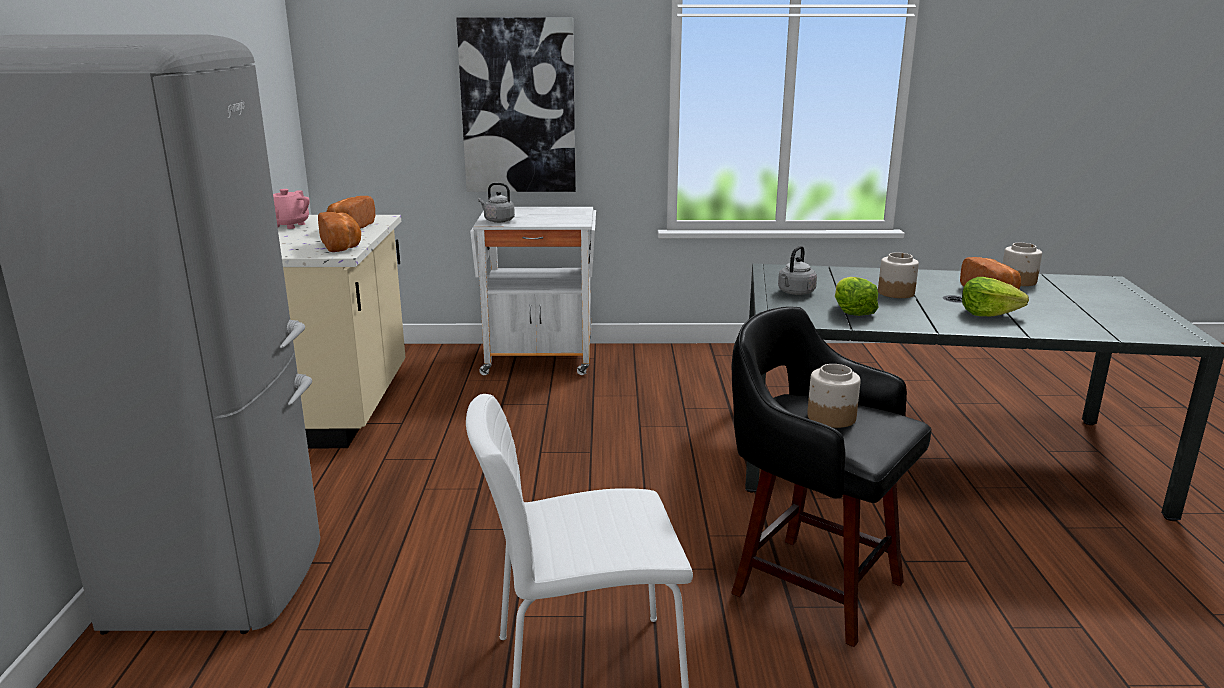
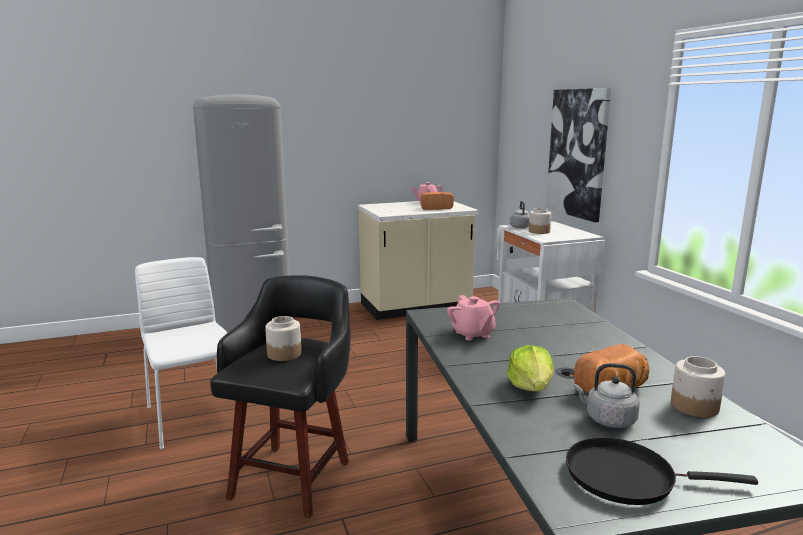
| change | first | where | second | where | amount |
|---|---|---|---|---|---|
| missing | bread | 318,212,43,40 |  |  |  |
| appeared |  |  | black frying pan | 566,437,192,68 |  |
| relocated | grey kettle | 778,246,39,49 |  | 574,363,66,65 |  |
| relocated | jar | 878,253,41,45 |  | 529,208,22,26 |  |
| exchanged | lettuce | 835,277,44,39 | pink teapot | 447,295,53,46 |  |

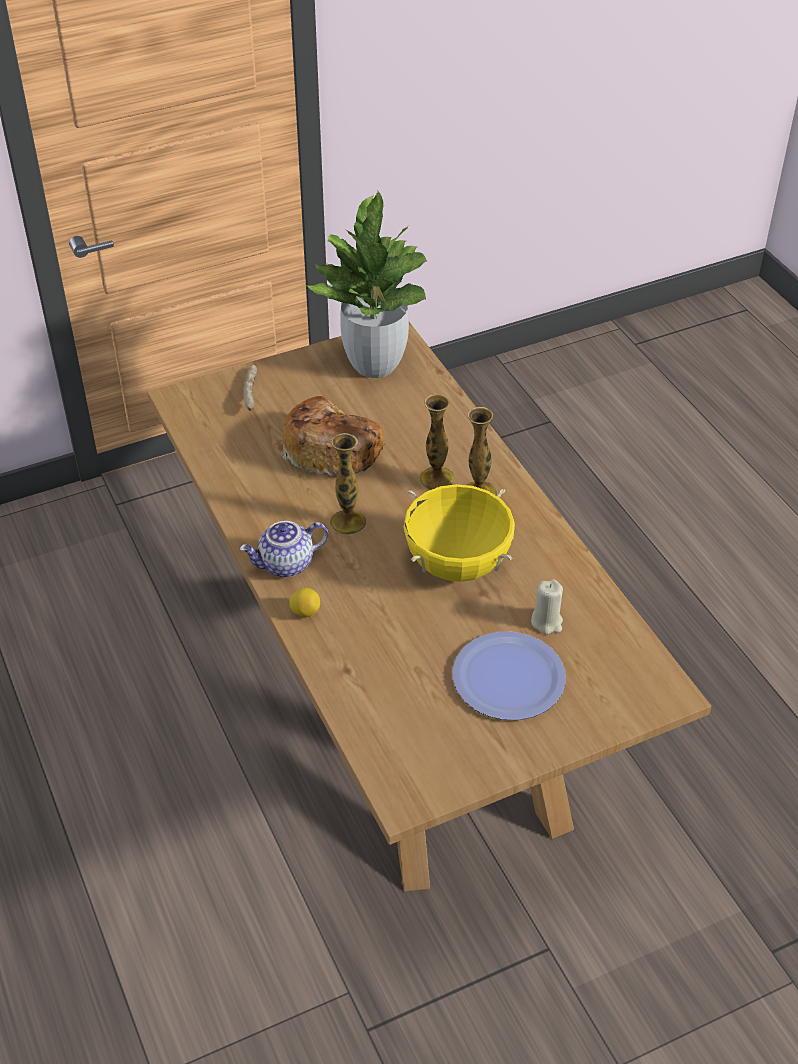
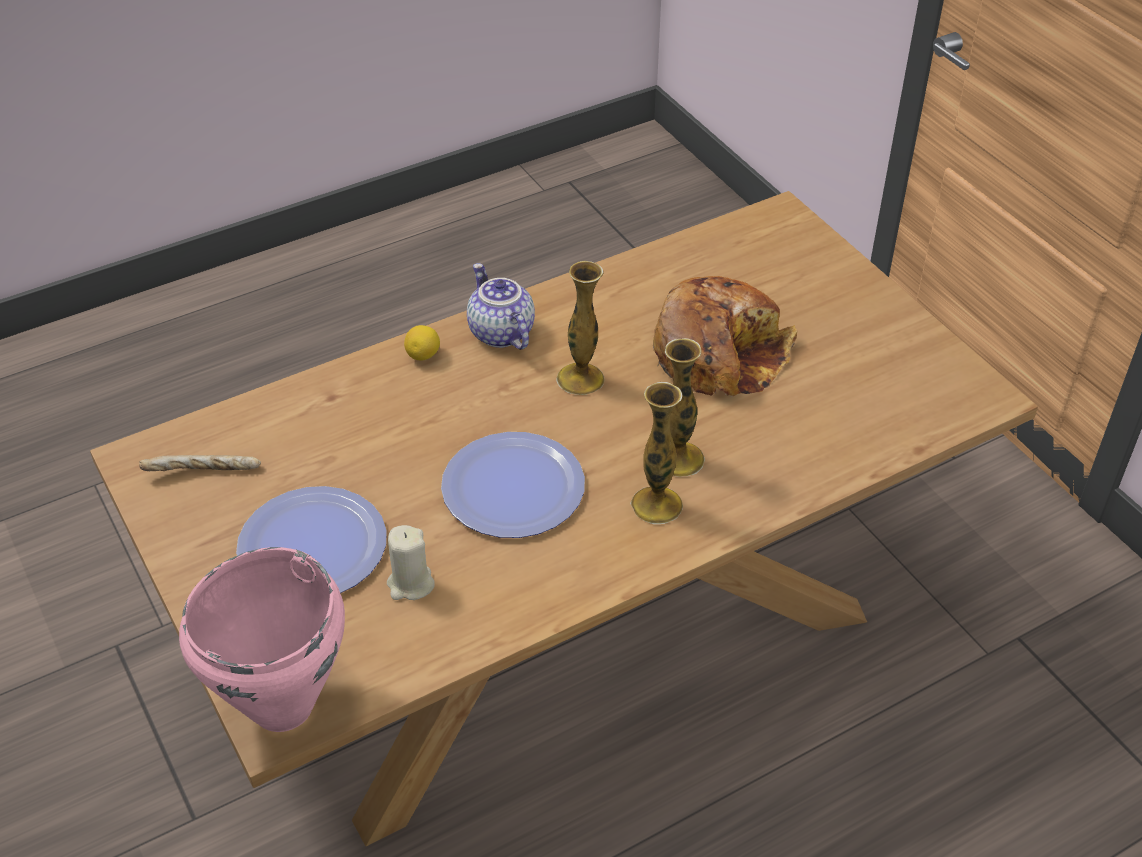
| change | first | where | second | where | amount |
|---|---|---|---|---|---|
| missing | potted plant | 306,190,121,188 |  |  |  |
| appeared |  |  | pink cooking pot | 179,547,166,185 |  |
| relocated | bread | 243,365,14,46 |  | 139,455,122,16 |  |
| exchanged | yellow cooking pot | 403,484,112,98 | plate | 441,432,144,106 |  |

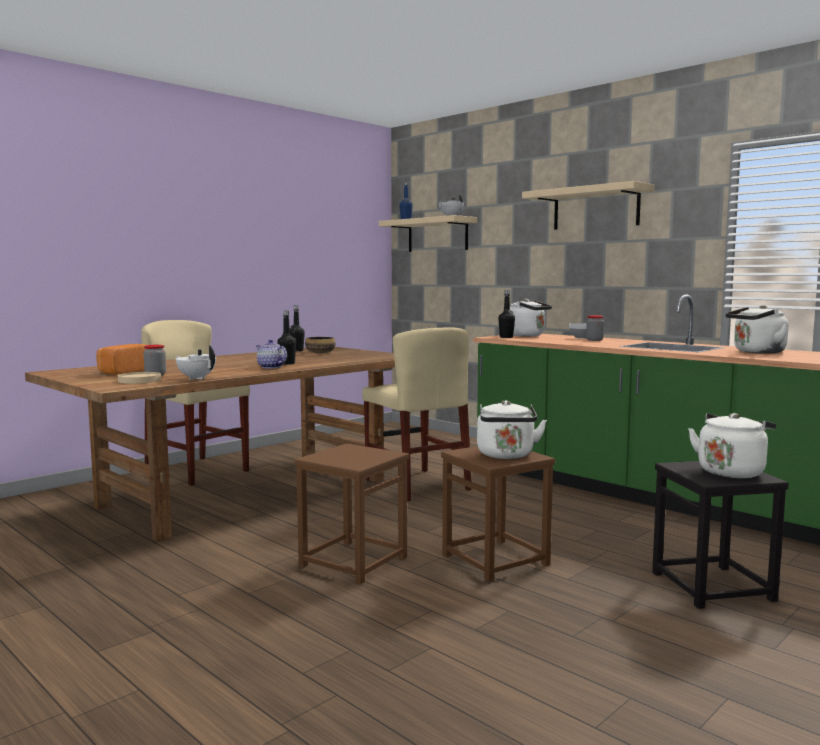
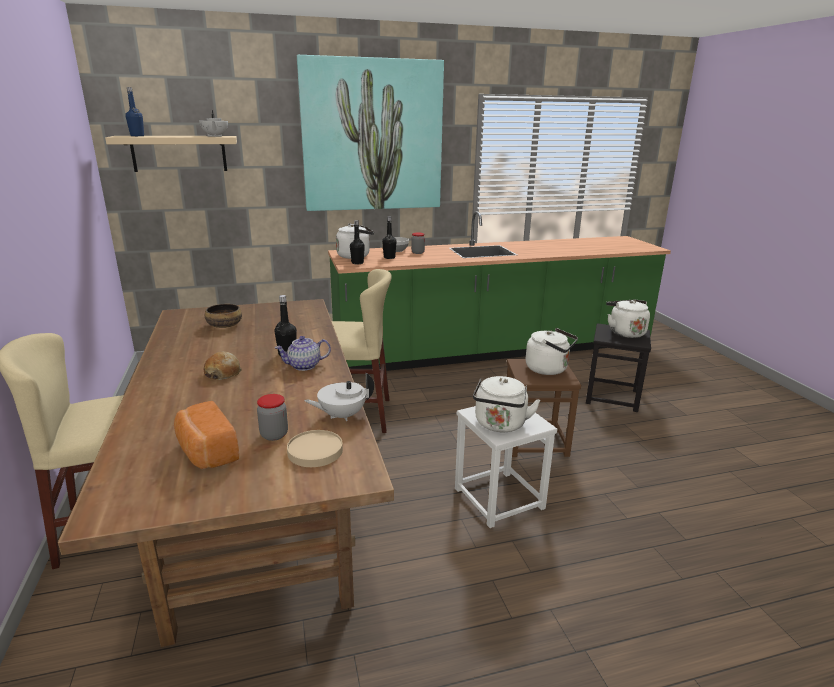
| change | first | where | second | where | amount |
|---|---|---|---|---|---|
| appeared |  |  | bread | 203,351,39,29 |  |
| relocated | black bottle | 290,305,15,46 |  | 382,217,15,42 |  |
| relocated | white kettle | 725,305,64,49 |  | 473,376,67,56 |  |
| exchanged | beige shelf | 522,181,133,49 | picture | 297,55,147,156 |  |
| colour | brown stool | 295,443,114,141 | white stool | 455,406,102,122 |  |

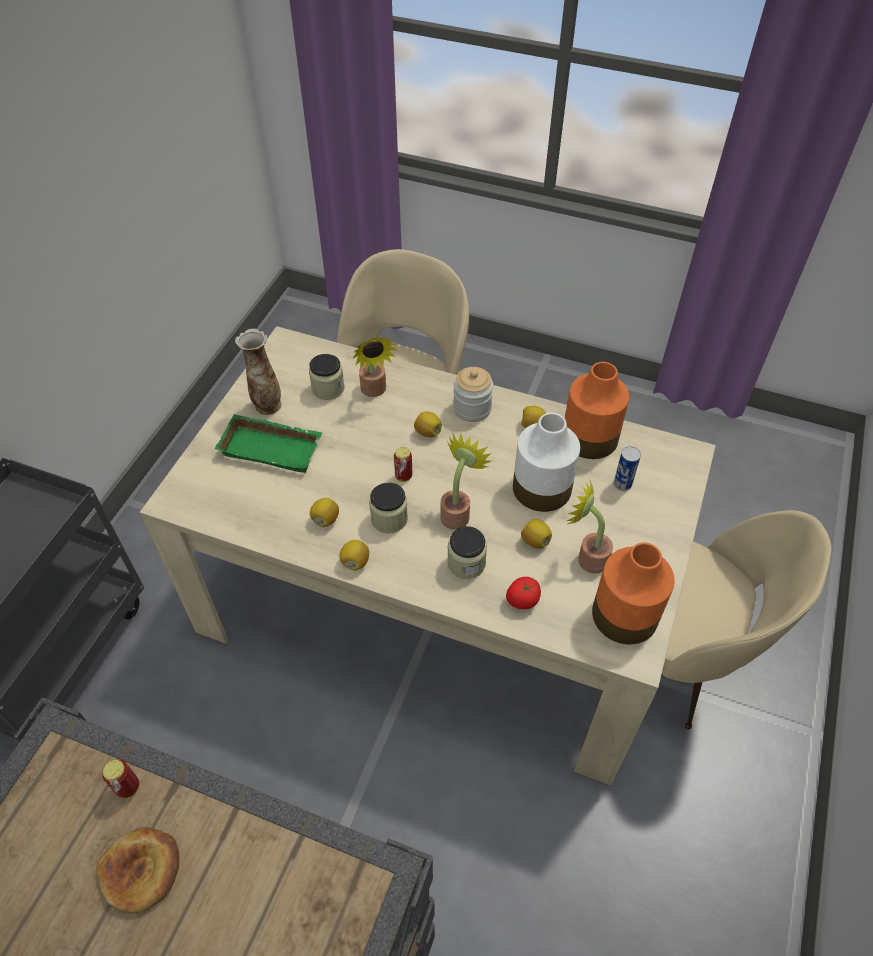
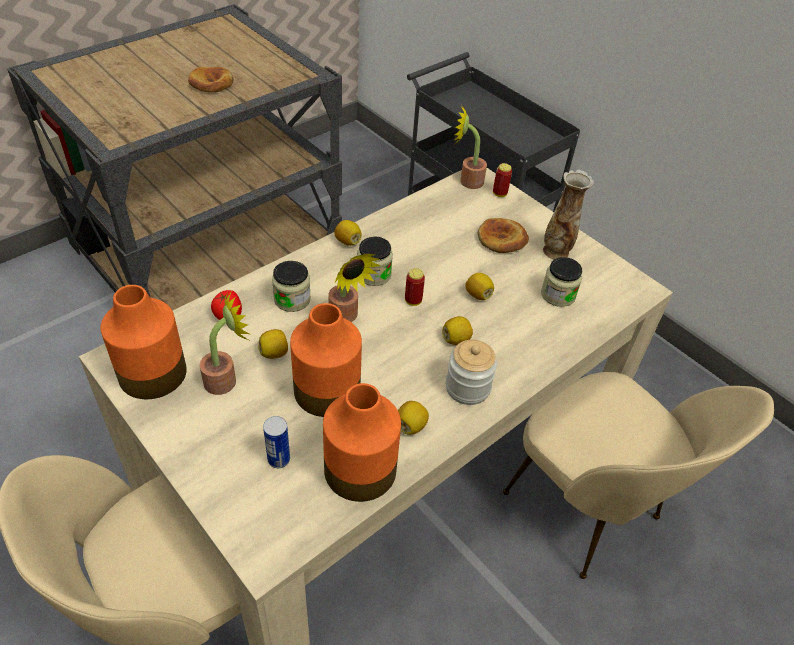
| change | first | where | second | where | amount |
|---|---|---|---|---|---|
| relocated | can | 102,760,38,39 |  | 493,163,19,34 |  |
| relocated | lemon | 310,498,29,29 |  | 465,273,29,27 |  |
| relocated | potted plant | 352,338,46,59 |  | 454,106,33,83 |  |
| exchanged | green tray | 215,414,107,59 | bread | 478,218,51,35 |  |
| colour | white vase | 513,413,67,99 | orange vase | 290,303,72,114 |  |

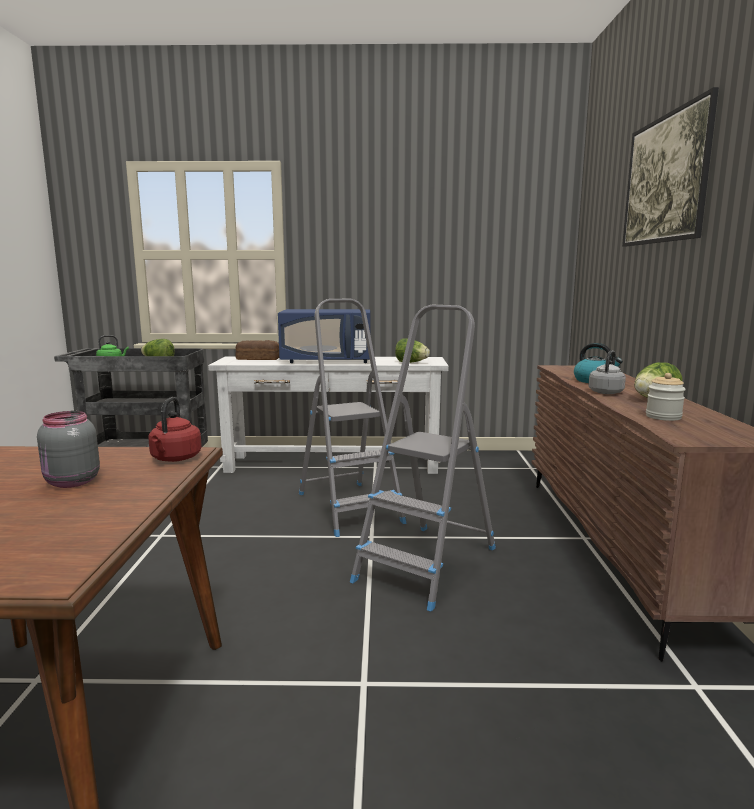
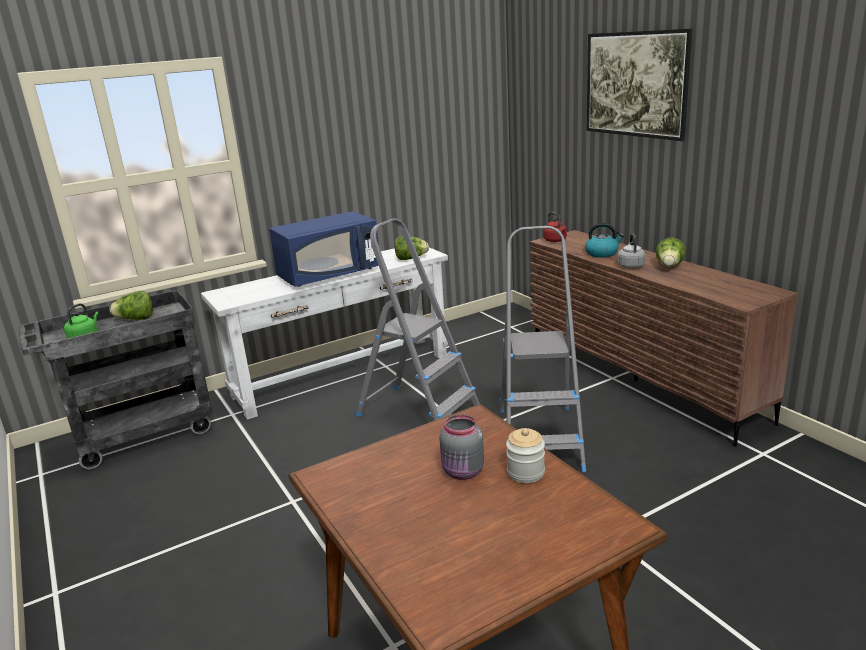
| change | first | where | second | where | amount |
|---|---|---|---|---|---|
| missing | bread | 235,340,44,20 |  |  |  |
| relocated | red kettle | 148,397,54,65 |  | 543,212,24,30 |  |
| relocated | jar | 646,373,40,48 |  | 506,428,39,55 |  |

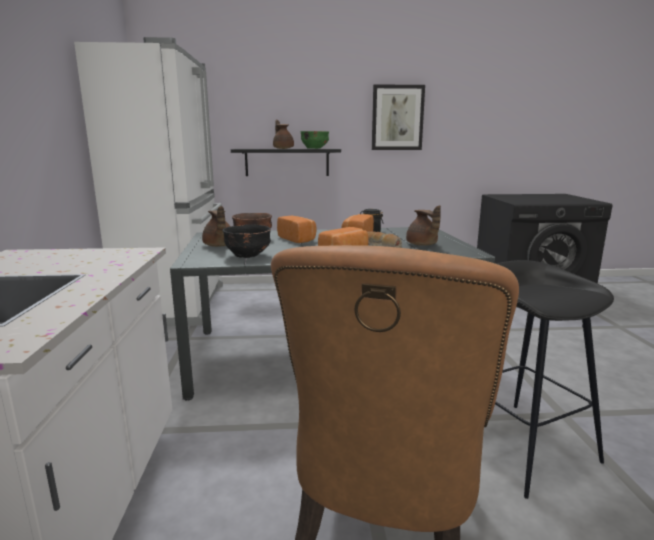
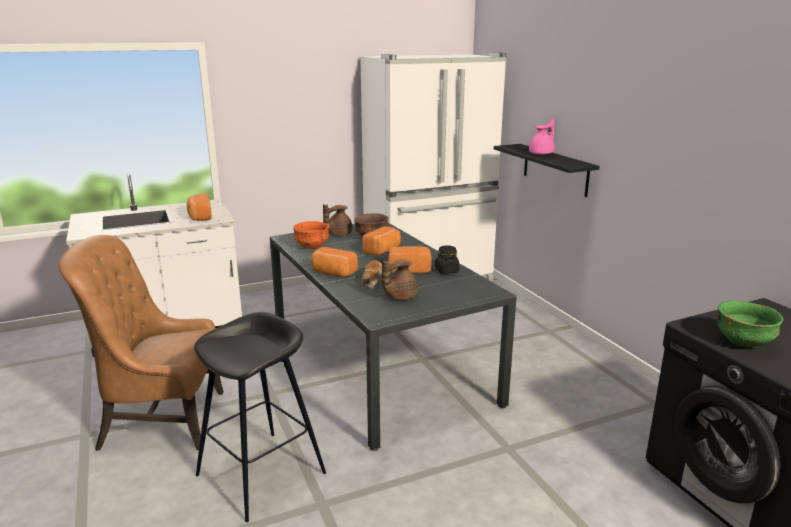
| change | first | where | second | where | amount |
|---|---|---|---|---|---|
| missing | picture | 372,84,53,66 |  |  |  |
| appeared |  |  | bread | 187,194,25,27 |  |
| relocated | green bowl | 300,131,29,18 |  | 717,301,66,46 |  |
| colour | black bowl | 222,224,49,34 | orange bowl | 293,221,36,28 |  |
| colour | brown teapot | 273,119,21,30 | pink teapot | 529,118,26,37 |  |

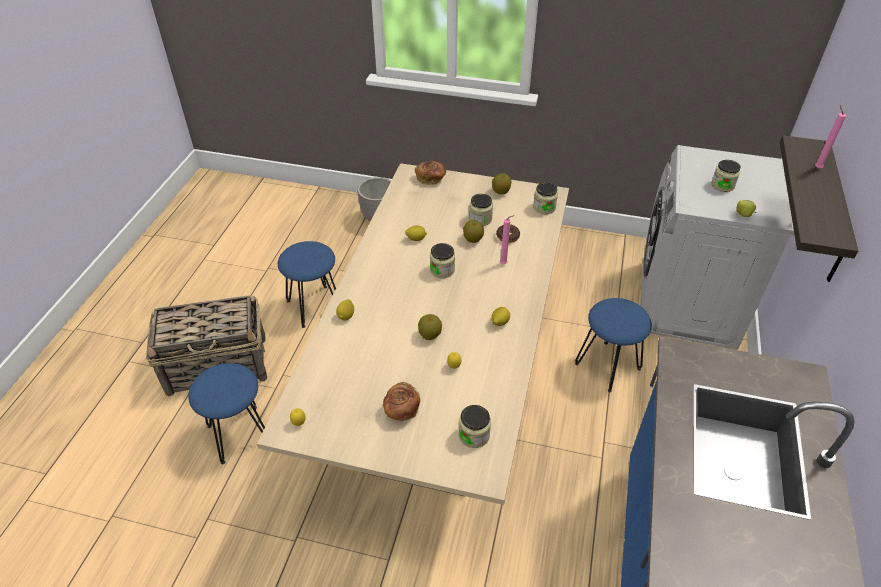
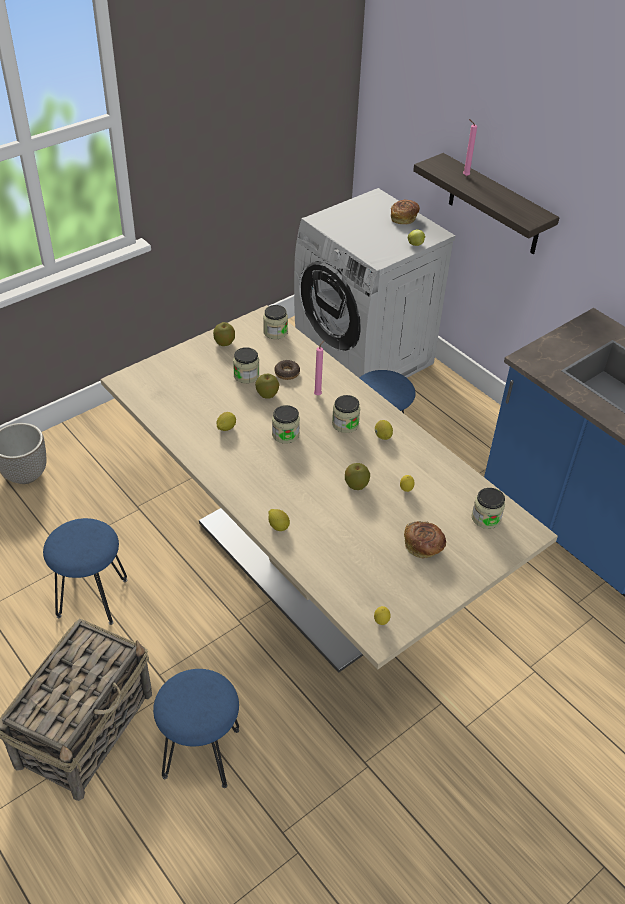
| change | first | where | second | where | amount |
|---|---|---|---|---|---|
| relocated | bread | 415,161,31,24 |  | 391,200,29,24 |  |
| relocated | jar | 711,160,30,32 |  | 332,395,28,38 |  |

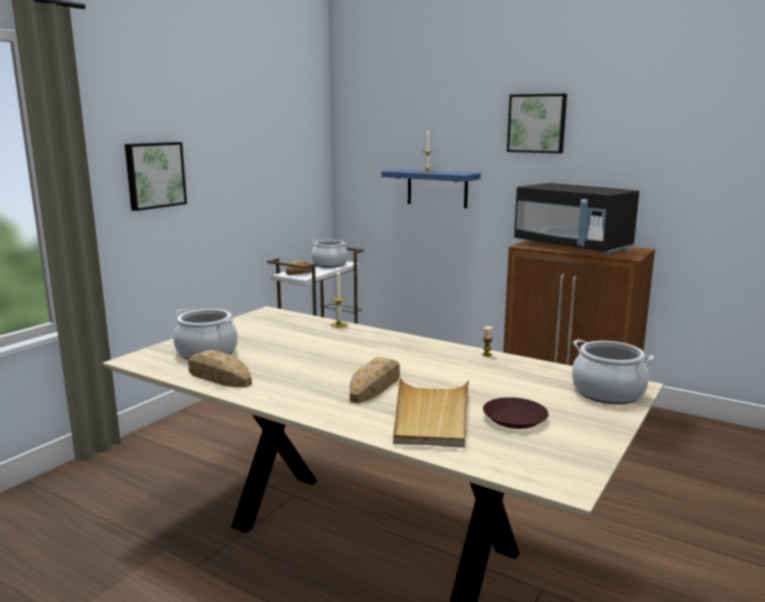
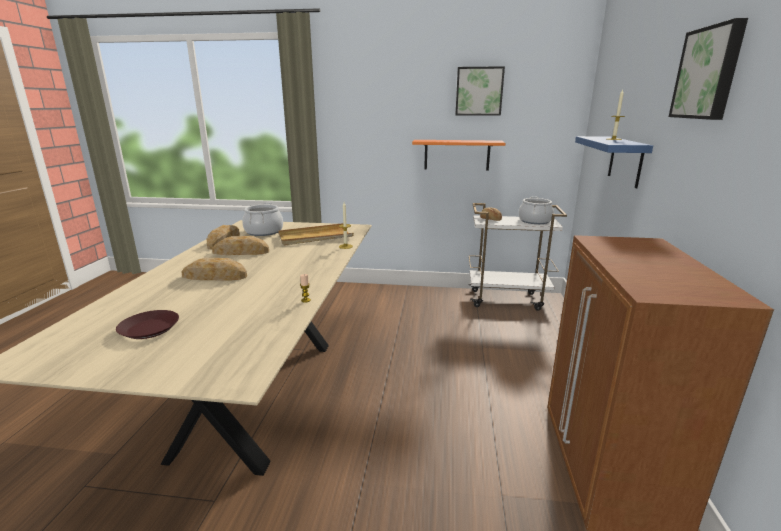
| change | first | where | second | where | amount |
|---|---|---|---|---|---|
| missing | black microwave | 514,183,125,73 |  |  |  |
| missing | cooking pot | 572,339,82,65 |  |  |  |
| appeared |  |  | bread | 212,236,57,19 |  |
| appeared |  |  | orange shelf | 412,140,93,31 |  |
| relocated | picture | 125,142,62,69 |  | 455,66,50,50 |  |
| relocated | beige tray | 393,377,76,71 |  | 278,223,76,22 |  |

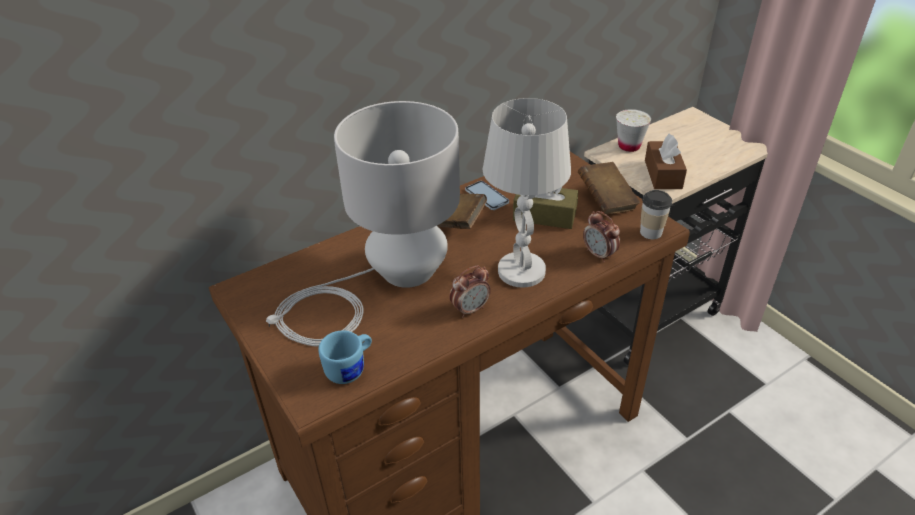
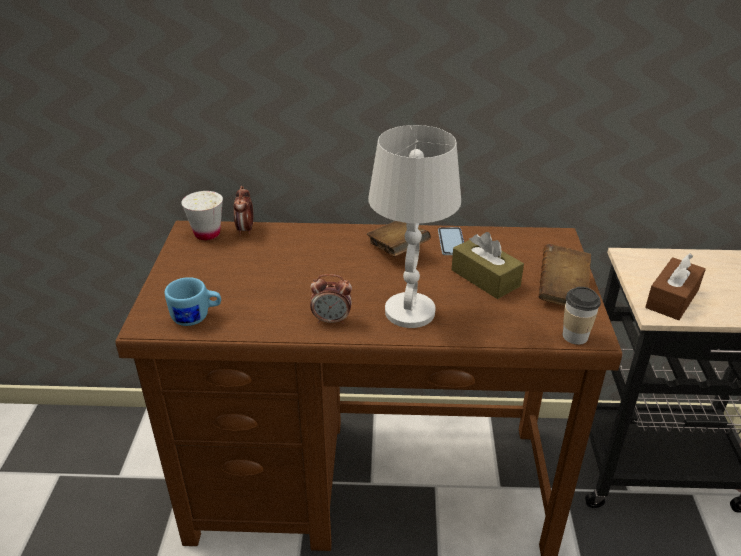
| change | first | where | second | where | amount |
|---|---|---|---|---|---|
| missing | white table lamp | 266,101,194,246 |  |  |  |
| relocated | alarm clock | 583,211,37,51 |  | 234,186,19,50 |  |
| relocated | white cup | 616,109,35,43 |  | 181,191,42,49 |  |

